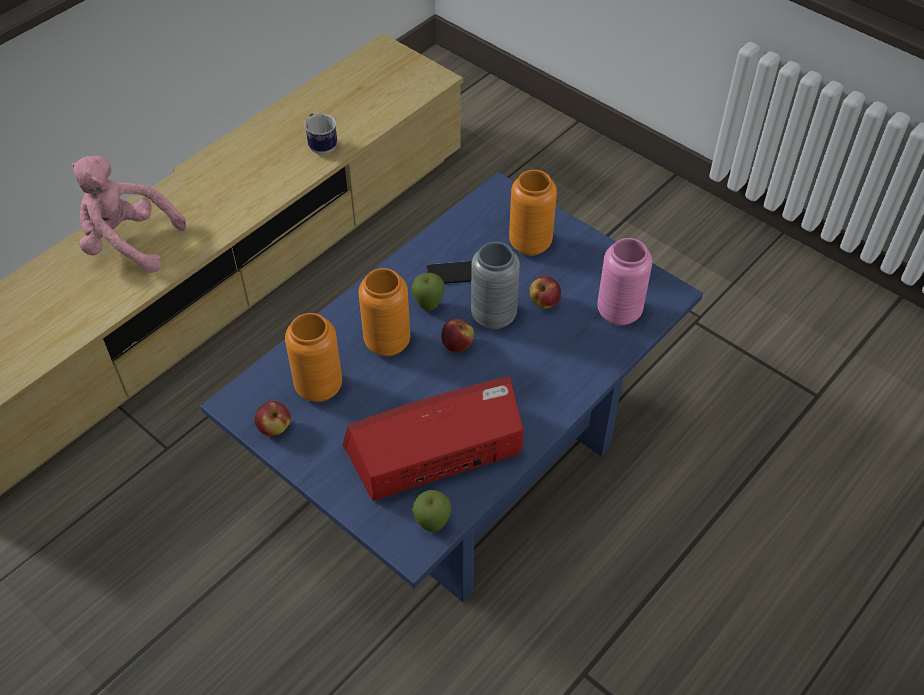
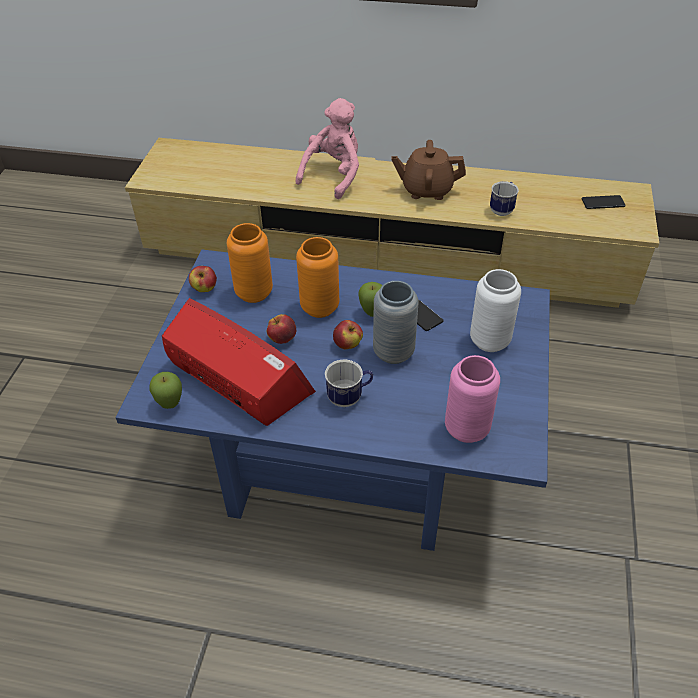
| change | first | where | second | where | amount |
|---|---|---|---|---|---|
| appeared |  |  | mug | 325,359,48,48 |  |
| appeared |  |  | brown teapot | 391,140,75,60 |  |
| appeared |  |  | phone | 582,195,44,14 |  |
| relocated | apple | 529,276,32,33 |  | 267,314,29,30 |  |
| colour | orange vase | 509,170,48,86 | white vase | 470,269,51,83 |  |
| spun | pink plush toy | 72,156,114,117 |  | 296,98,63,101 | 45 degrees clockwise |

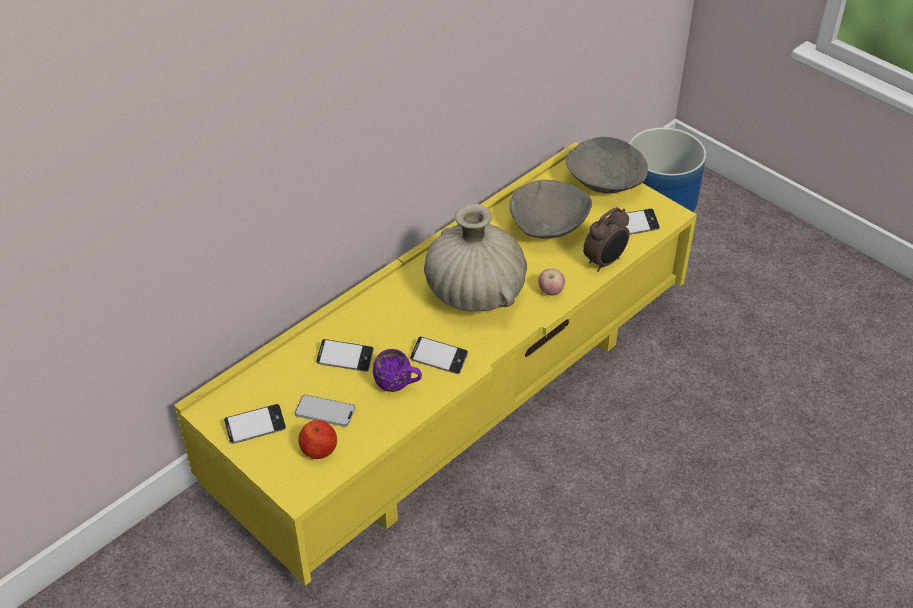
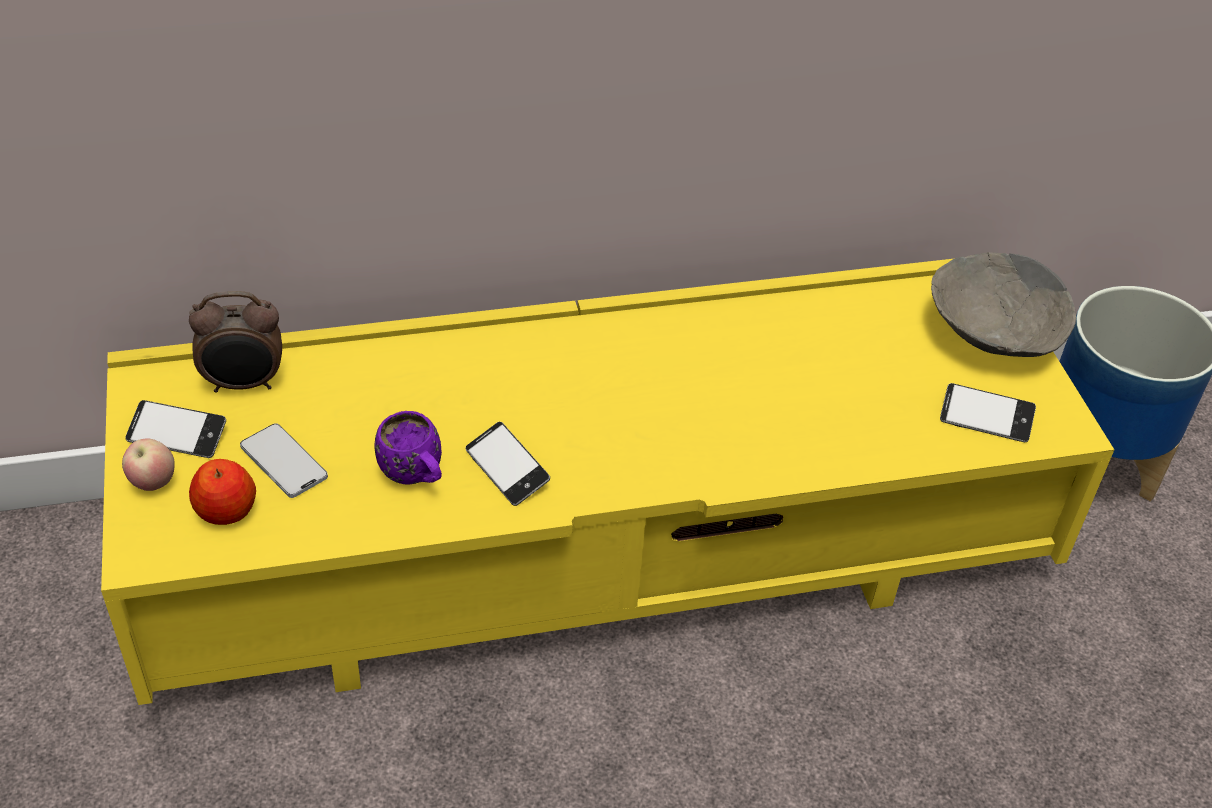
| change | first | where | second | where | amount |
|---|---|---|---|---|---|
| missing | phone | 316,339,58,33 |  |  |  |
| missing | beige vase | 424,204,103,107 |  |  |  |
| missing | grey bowl | 509,180,83,58 |  |  |  |
| relocated | apple | 538,268,27,28 |  | 122,438,53,53 |  |
| relocated | alarm clock | 583,207,46,65 |  | 189,291,93,101 |  |

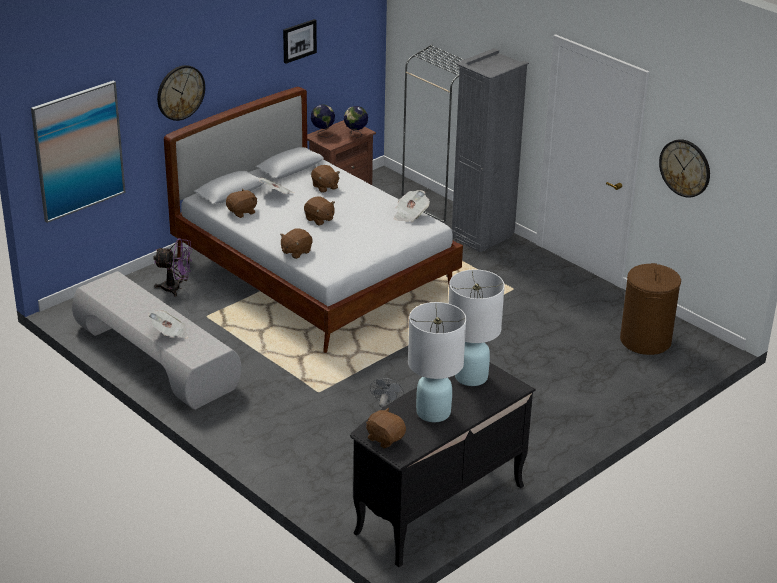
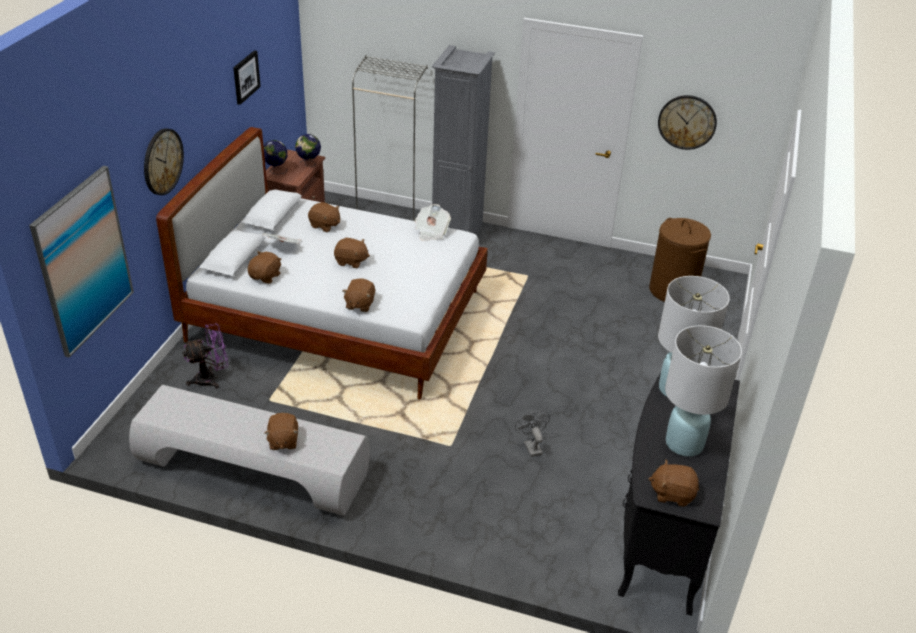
| change | first | where | second | where | amount |
|---|---|---|---|---|---|
| exchanged | newspaper | 148,310,41,28 | brown plush toy | 265,413,33,37 |  |

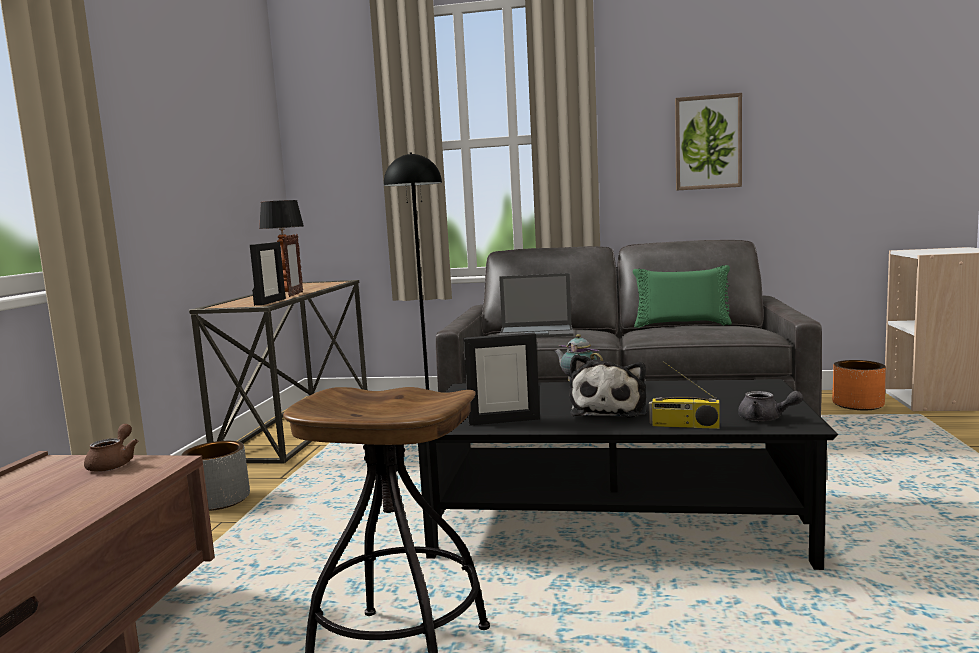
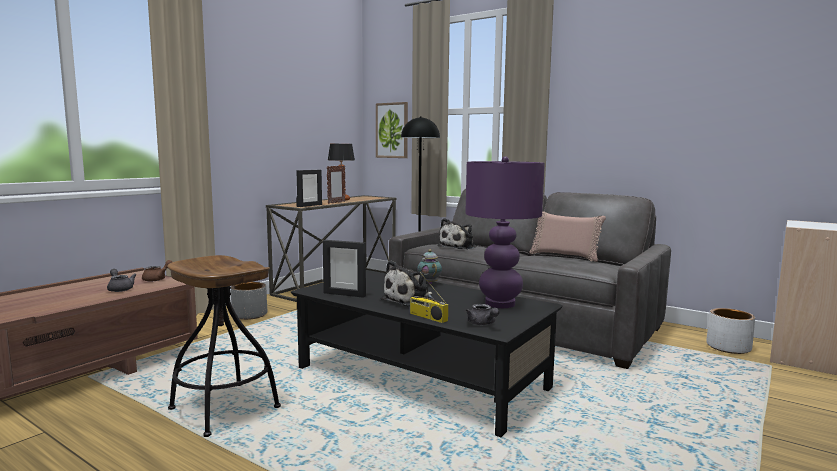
| change | first | where | second | where | amount |
|---|---|---|---|---|---|
| appeared |  |  | grey teapot | 107,269,30,23 |  |
| appeared |  |  | purple table lamp | 465,156,80,152 |  |
| relocated | picture | 675,93,67,98 |  | 376,102,32,56 |  |
| exchanged | laptop | 499,273,75,65 | plush toy | 437,218,39,31 |  |
| colour | green pillow | 633,265,99,63 | beige pillow | 529,211,77,51 |  |
| colour | orange planter | 832,360,54,50 | white planter | 706,308,49,46 |  |

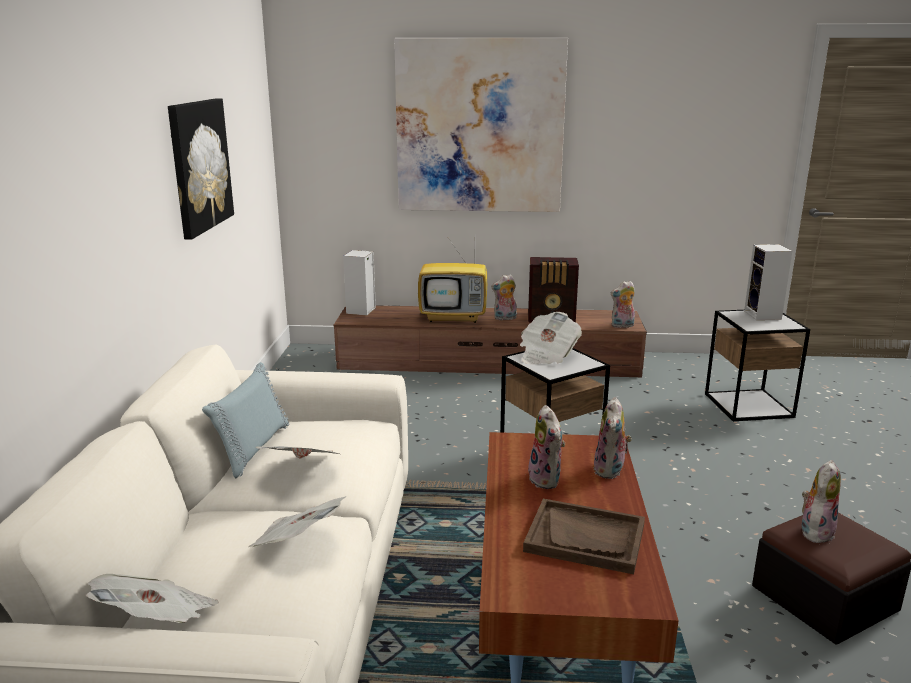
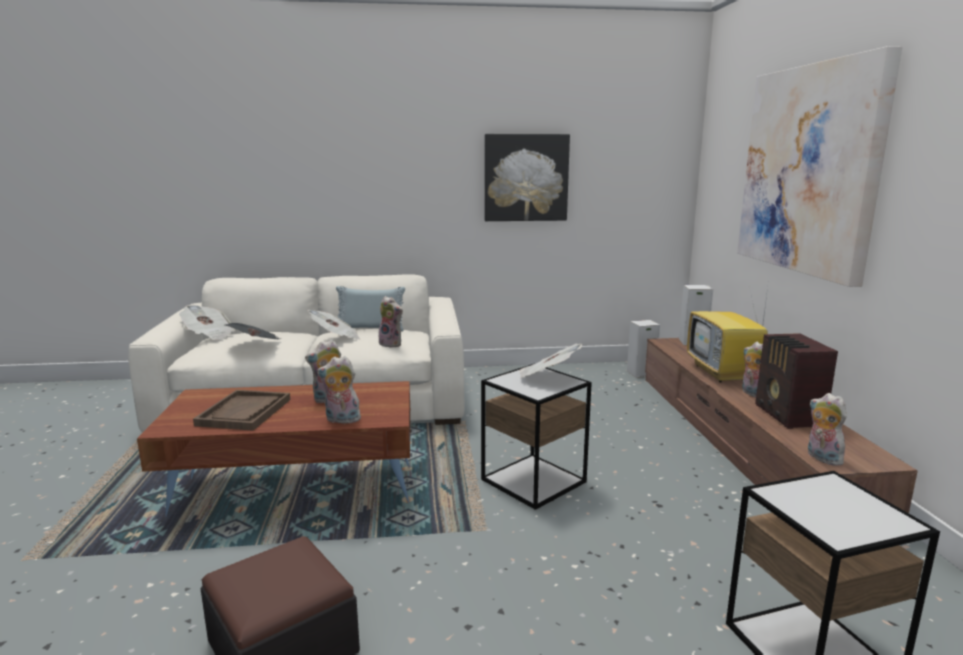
| change | first | where | second | where | amount |
|---|---|---|---|---|---|
| relocated | speaker | 744,244,48,76 |  | 627,320,33,58 |  |
| relocated | plush toy | 802,460,39,83 |  | 379,296,24,52 |  |

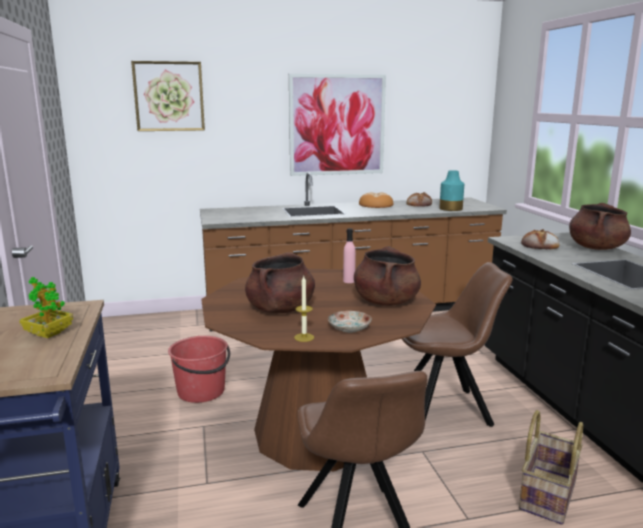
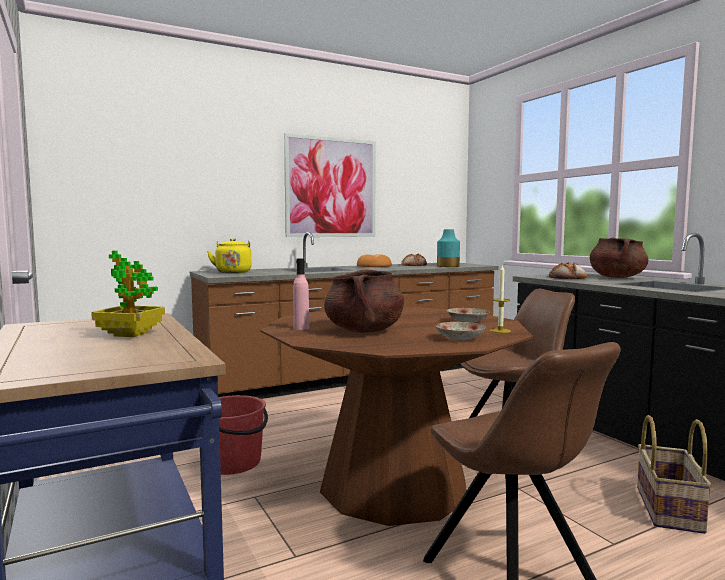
| change | first | where | second | where | amount |
|---|---|---|---|---|---|
| missing | picture | 131,61,74,70 |  |  |  |
| appeared |  |  | yellow kettle | 207,238,44,35 |  |
| relocated | candle | 294,276,20,66 |  | 490,264,21,69 |  |
| relocated | pink bottle | 343,228,13,55 |  | 293,258,16,72 |  |
| exchanged | brown cooking pot | 354,246,67,60 | plate | 447,308,43,15 |  |

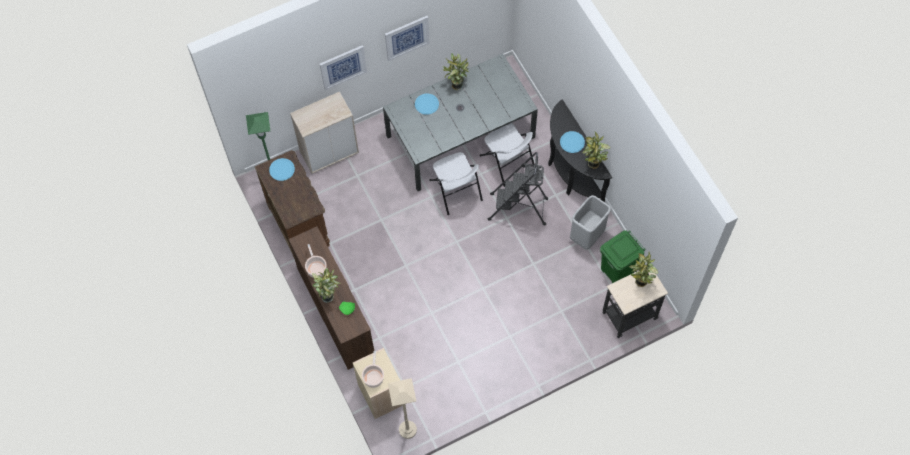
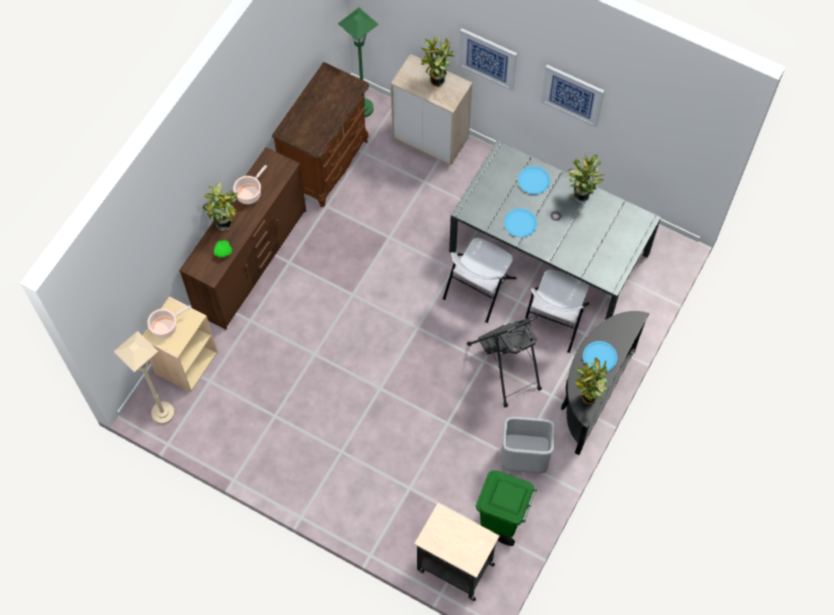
| change | first | where | second | where | amount |
|---|---|---|---|---|---|
| relocated | blue plate | 269,158,26,23 |  | 504,208,33,29 |  |
| relocated | potted plant | 629,252,29,35 |  | 420,36,34,51 |  |

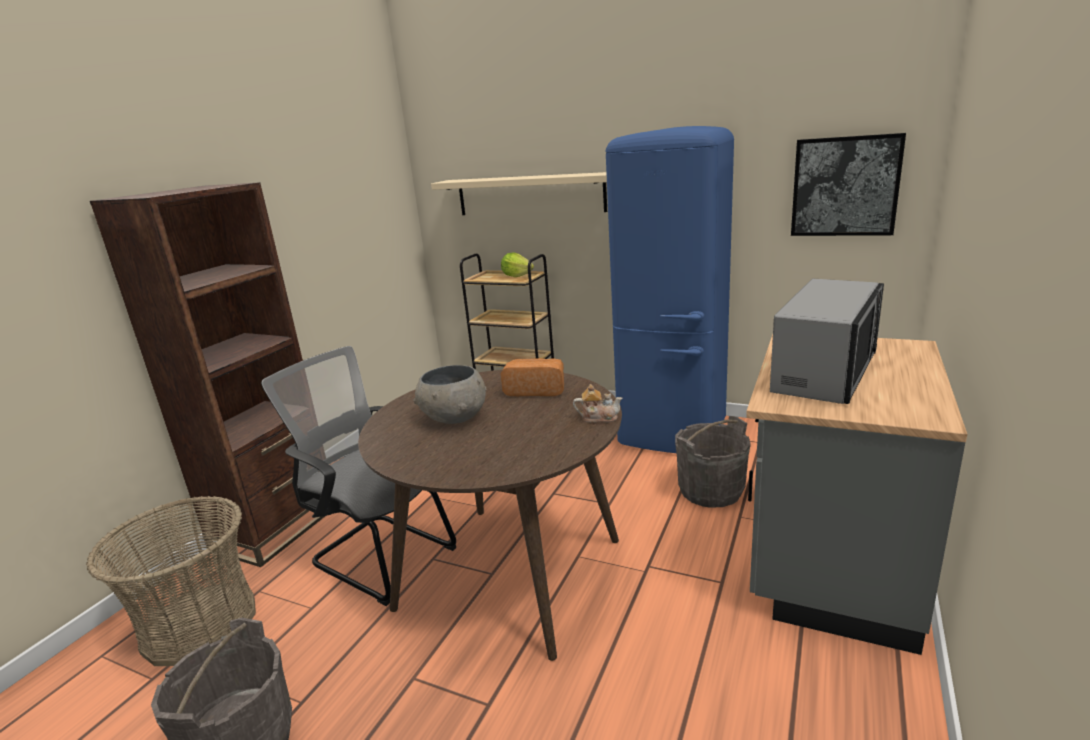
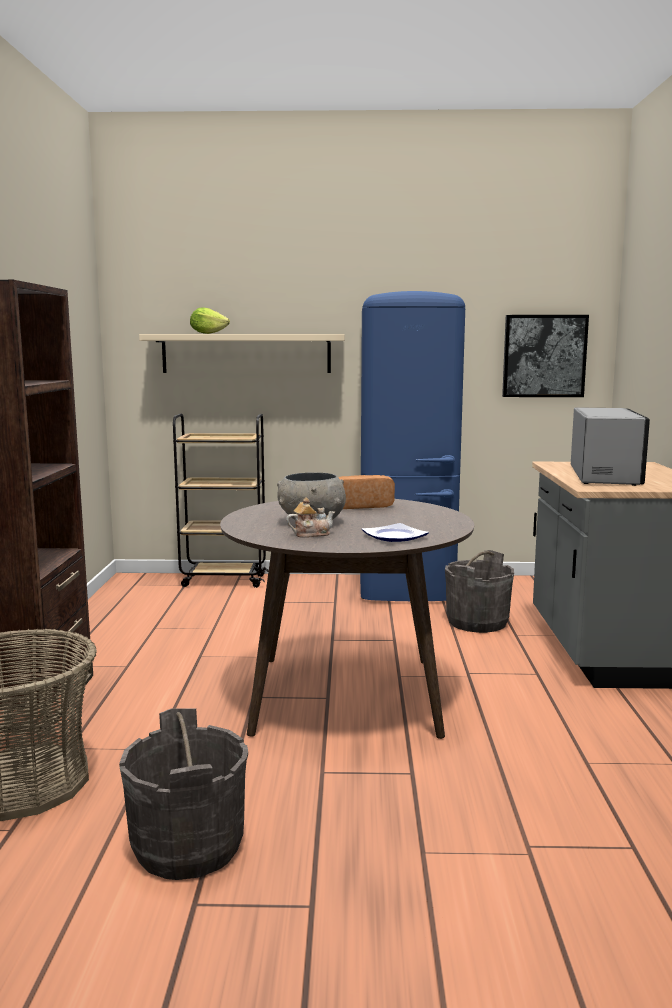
| change | first | where | second | where | amount |
|---|---|---|---|---|---|
| missing | chair | 261,346,195,260 |  |  |  |
| appeared |  |  | plate | 362,523,67,19 |  |
| relocated | lettuce | 501,252,33,25 |  | 190,307,40,27 |  |
| relocated | teapot | 573,384,49,39 |  | 286,497,49,41 |  |

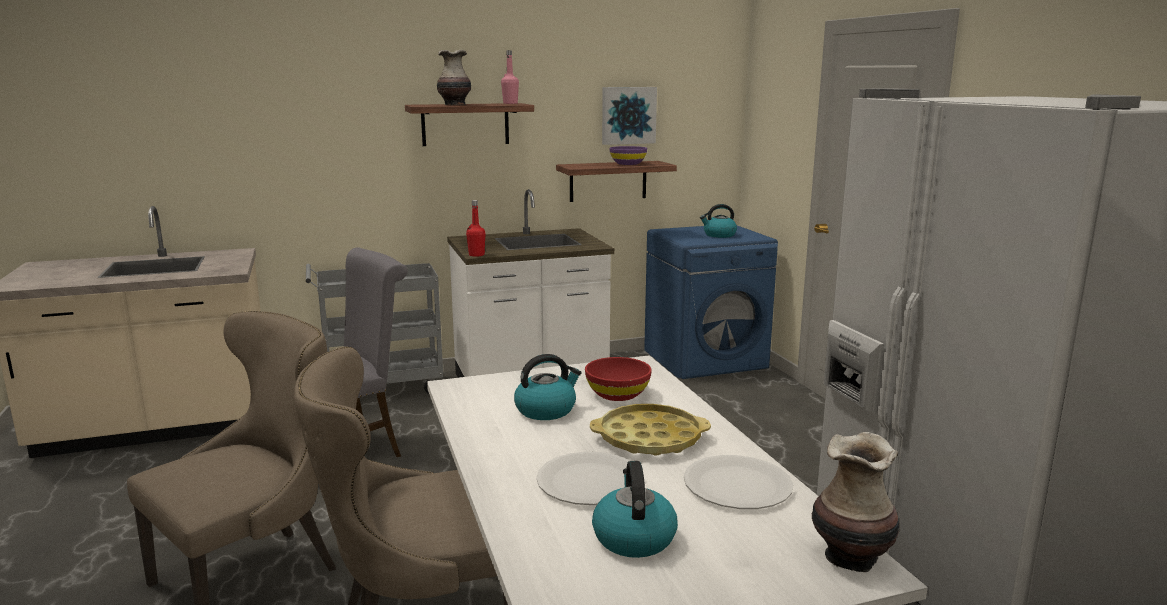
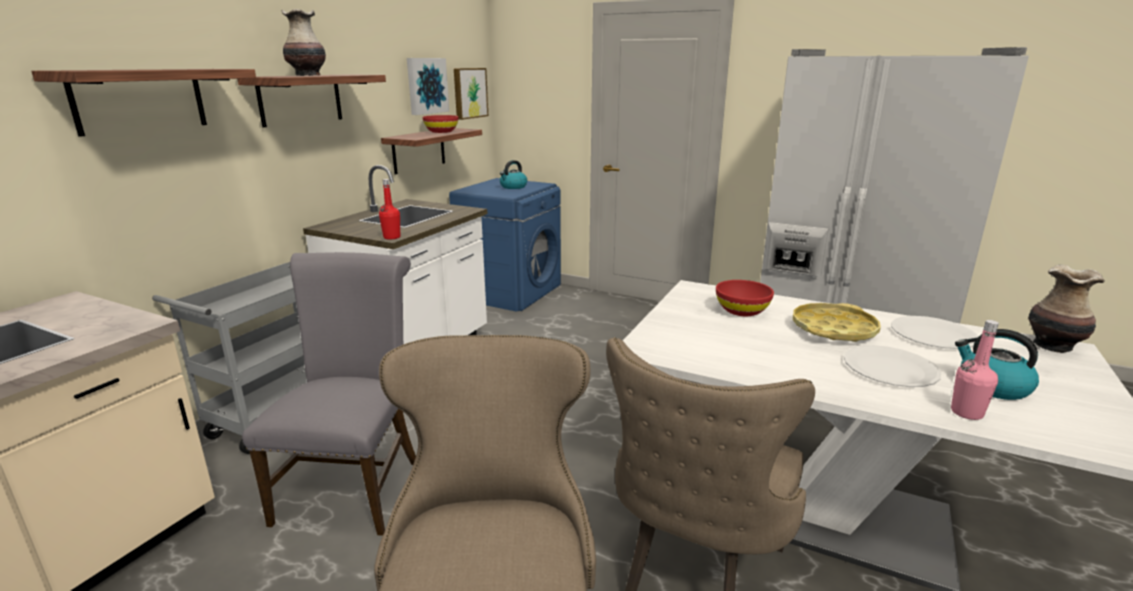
| change | first | where | second | where | amount |
|---|---|---|---|---|---|
| missing | kettle | 514,354,68,66 |  |  |  |
| appeared |  |  | shelf | 31,69,225,68 |  |
| appeared |  |  | picture | 454,68,34,52 |  |
| relocated | pink bottle | 501,50,18,54 |  | 951,320,48,100 |  |
| colour | purple bowl | 610,146,37,19 | red bowl | 422,115,36,18 |  |

